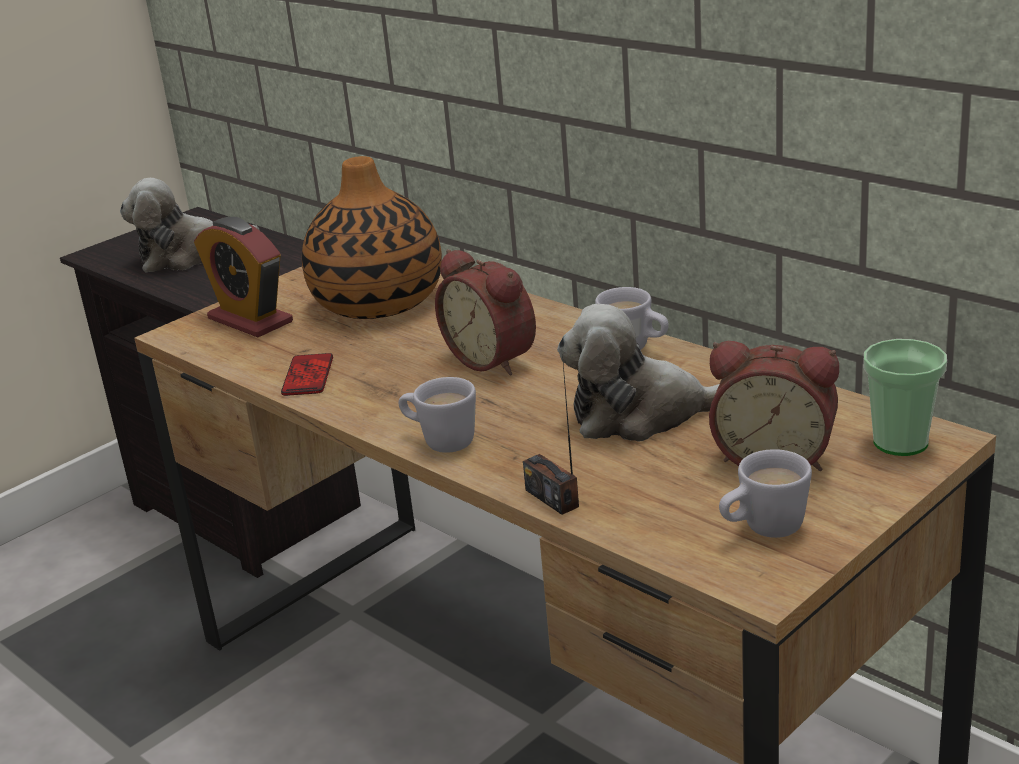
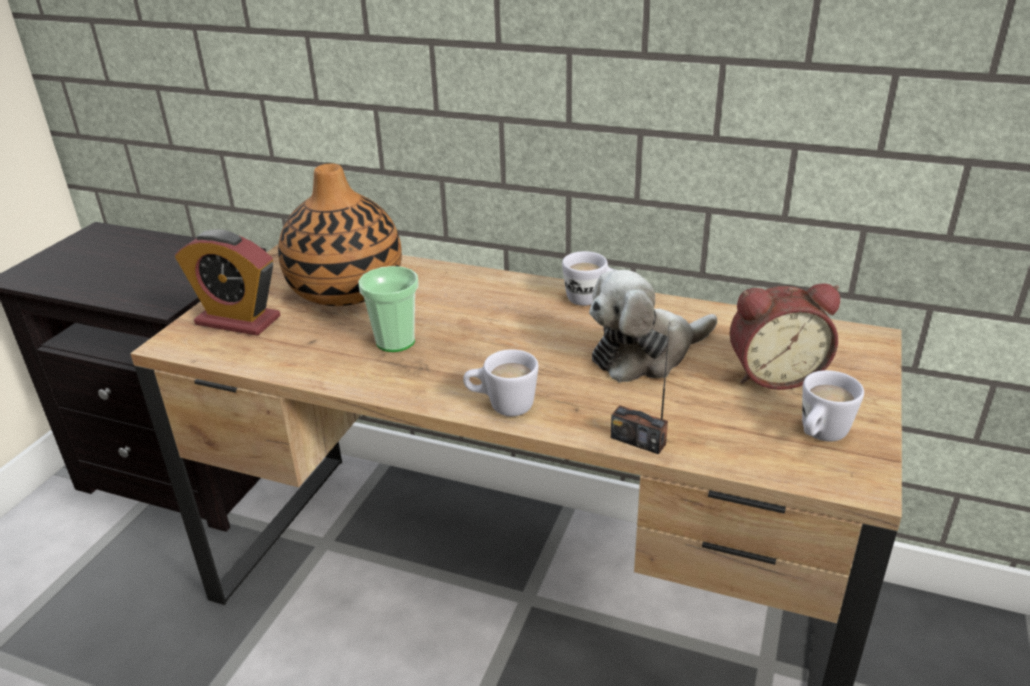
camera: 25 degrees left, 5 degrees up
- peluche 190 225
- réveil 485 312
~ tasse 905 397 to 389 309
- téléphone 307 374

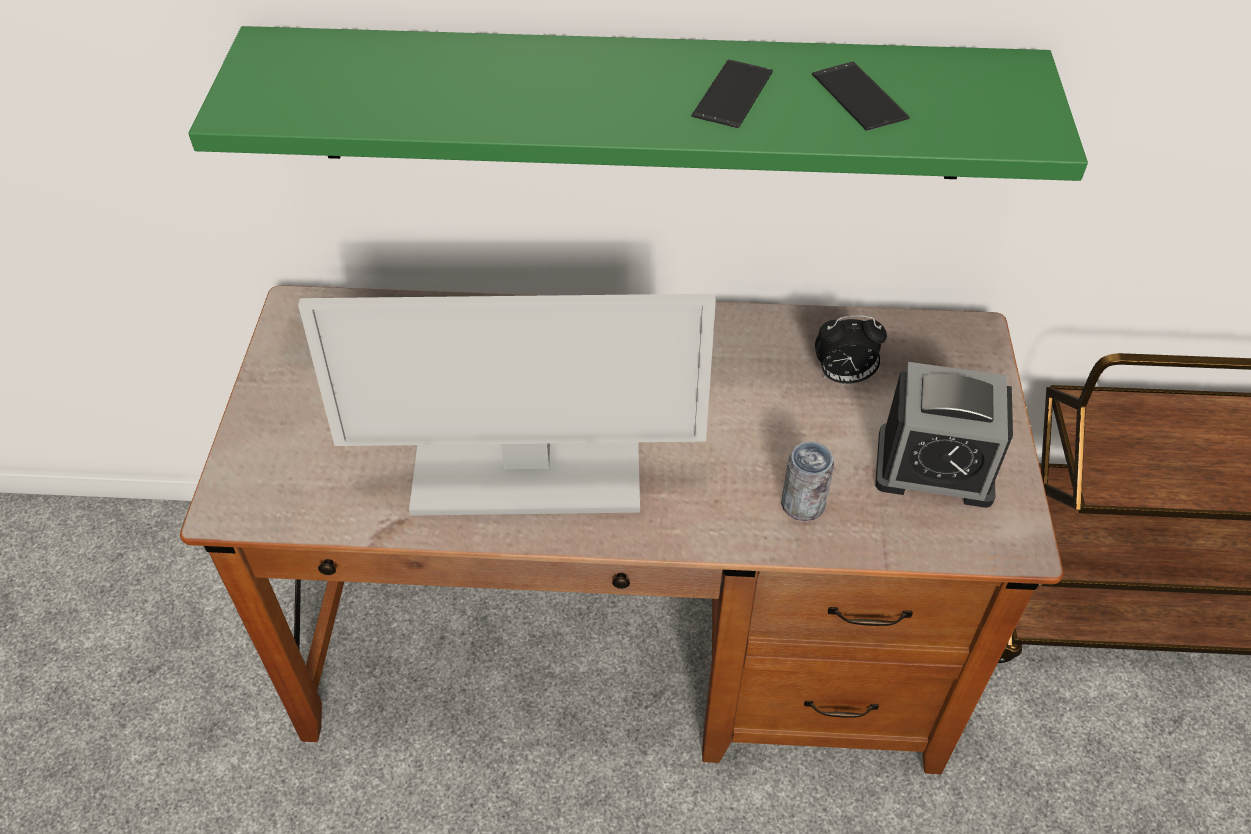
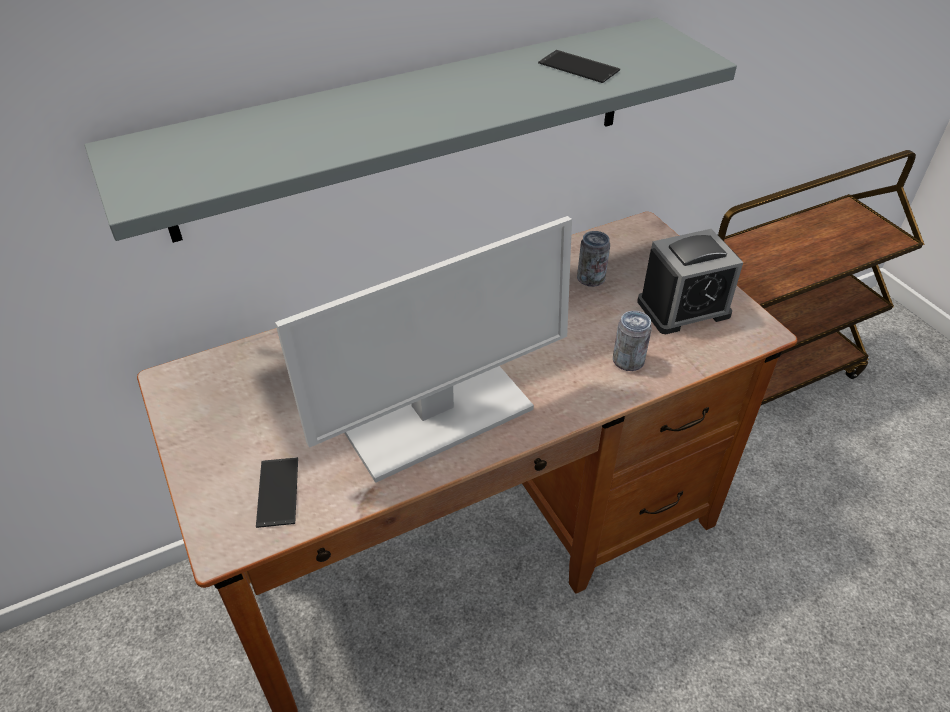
camera: 30 degrees left, 5 degrees down
~ étagère [vert] 638 103 to étagère [gris] 410 130
~ téléphone 732 94 to 277 492
~ réveil 851 349 to boîte métallique 593 259

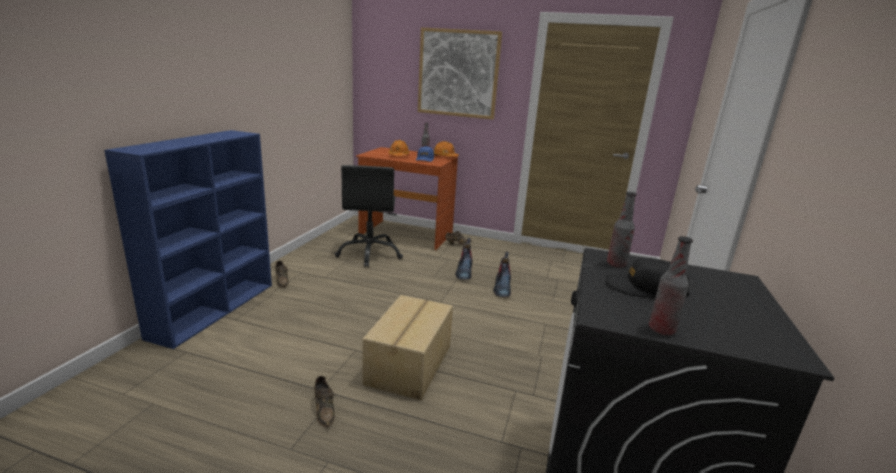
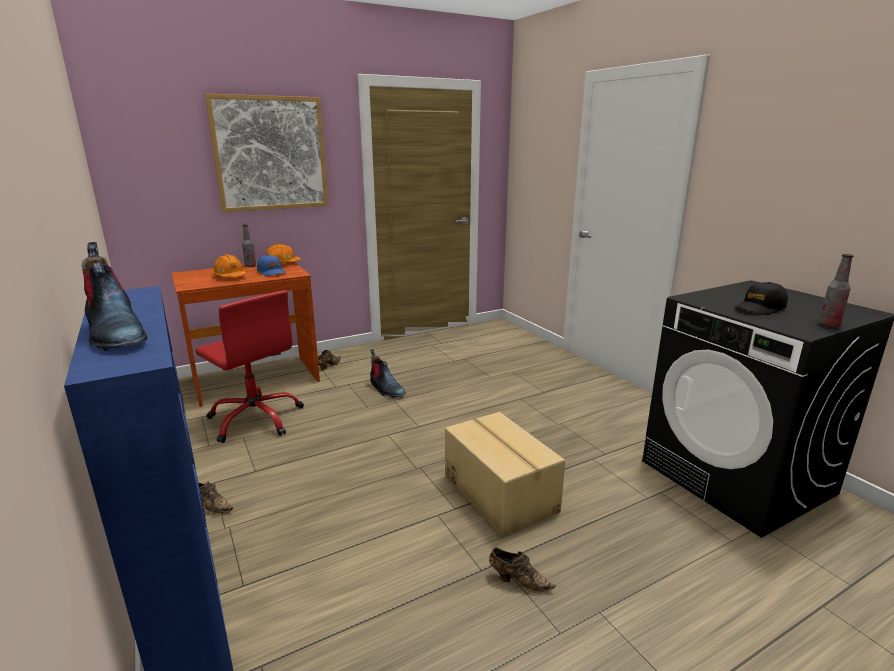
camera: 45 degrees left, 0 degrees up
~ chaise de bureau [noir] 369 216 to chaise de bureau [rouge] 249 366
- bouteille 622 229
~ botte 502 274 to 114 296

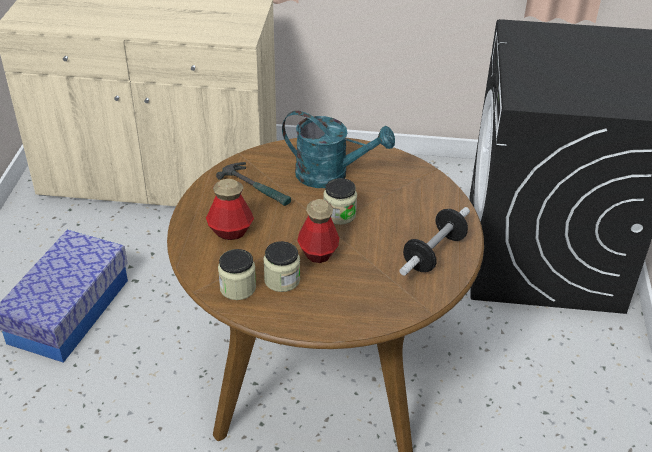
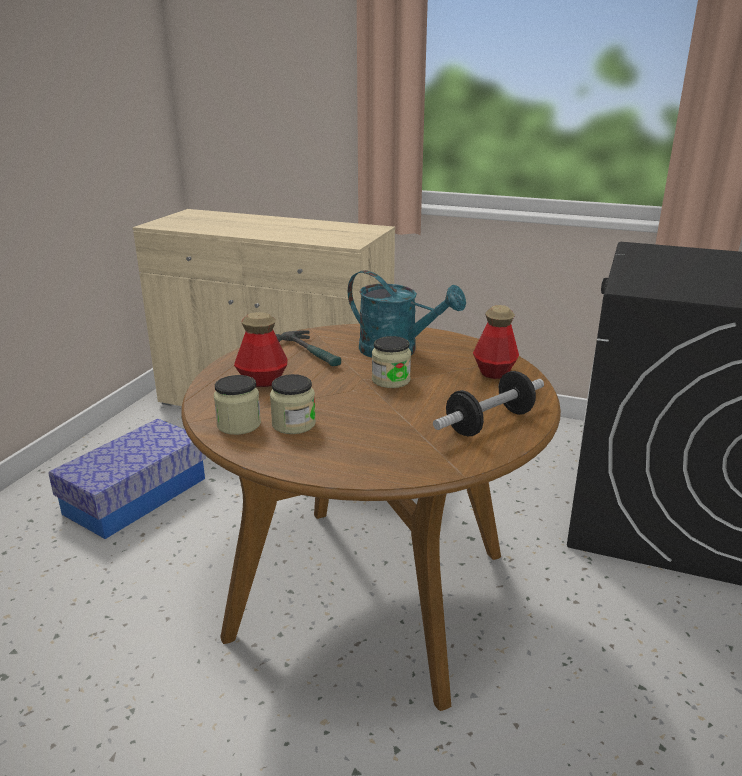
camera: 15 degrees right, 15 degrees down
~ bouteille 318 231 to 496 342

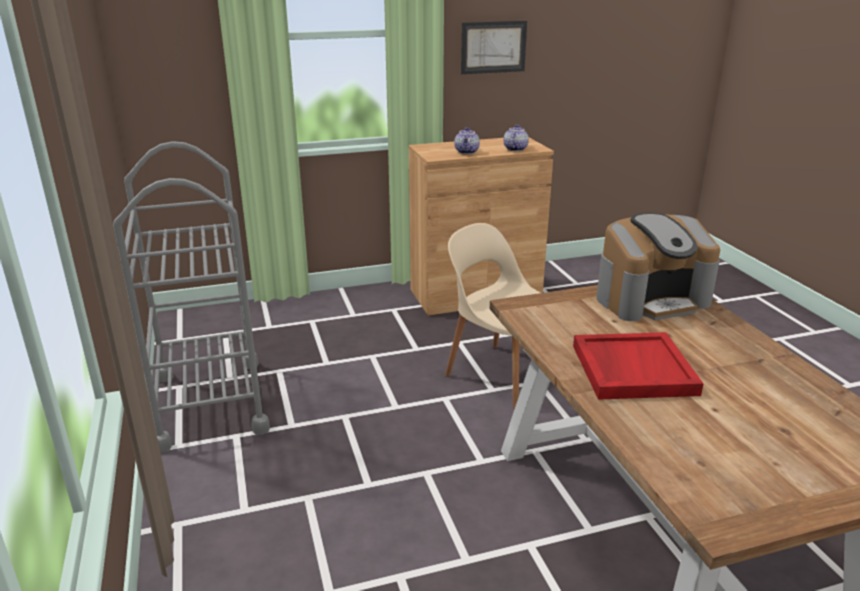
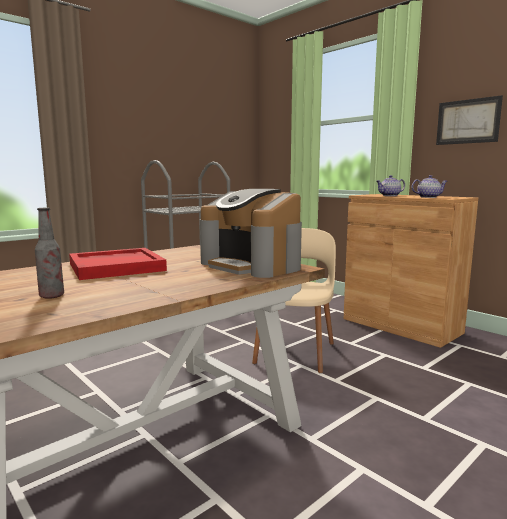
camera: 65 degrees right, 15 degrees down
+ bouteille 49 253

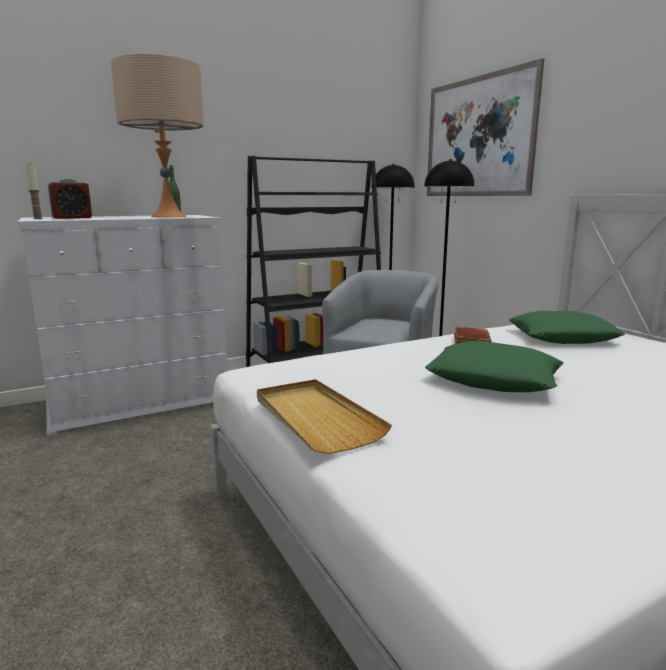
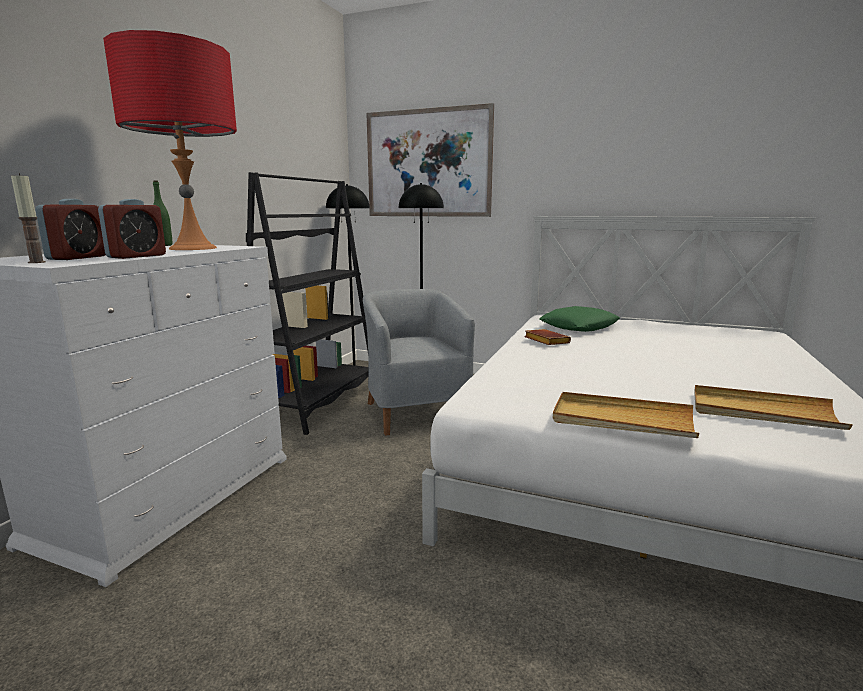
camera: 40 degrees left, 0 degrees up
~ lampe de table [beige] 157 135 to lampe de table [rouge] 170 140
- coussin [vert] 494 366
+ réveil 132 229
+ plateau [beige] 773 407

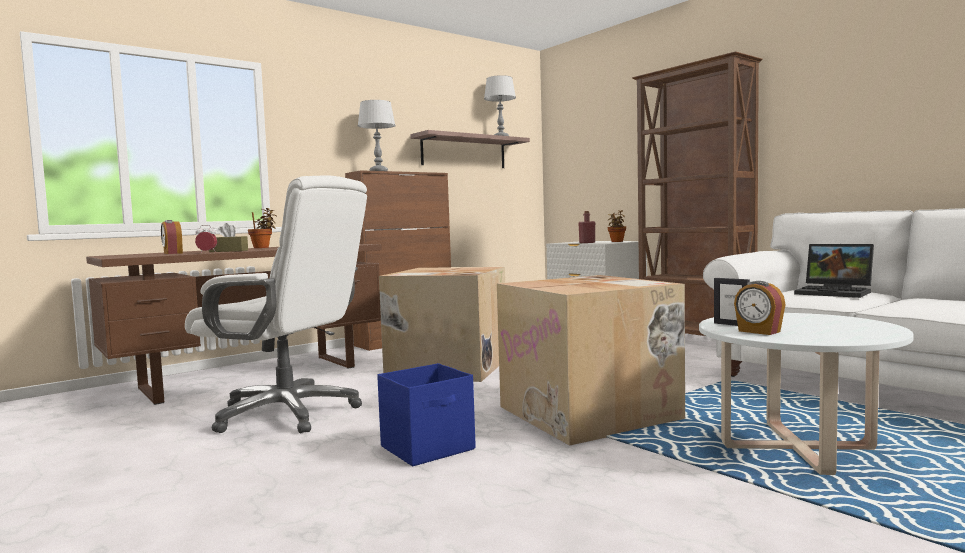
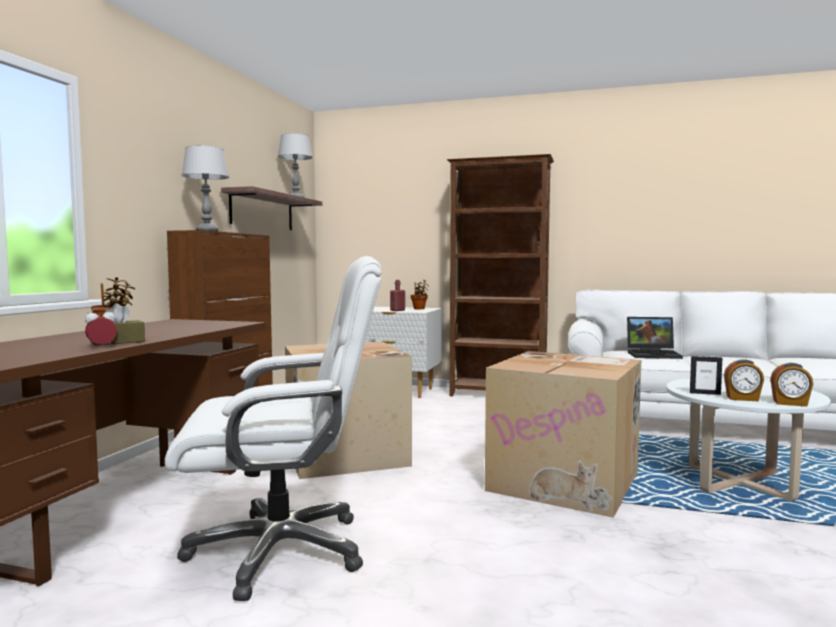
camera: 35 degrees left, 0 degrees up
~ réveil 172 237 to 791 385
- boîte de rangement [bleu] 426 414

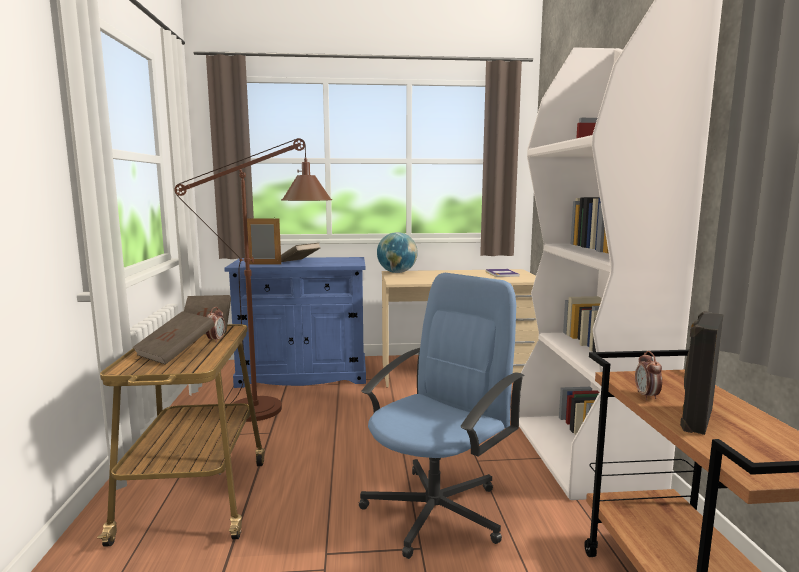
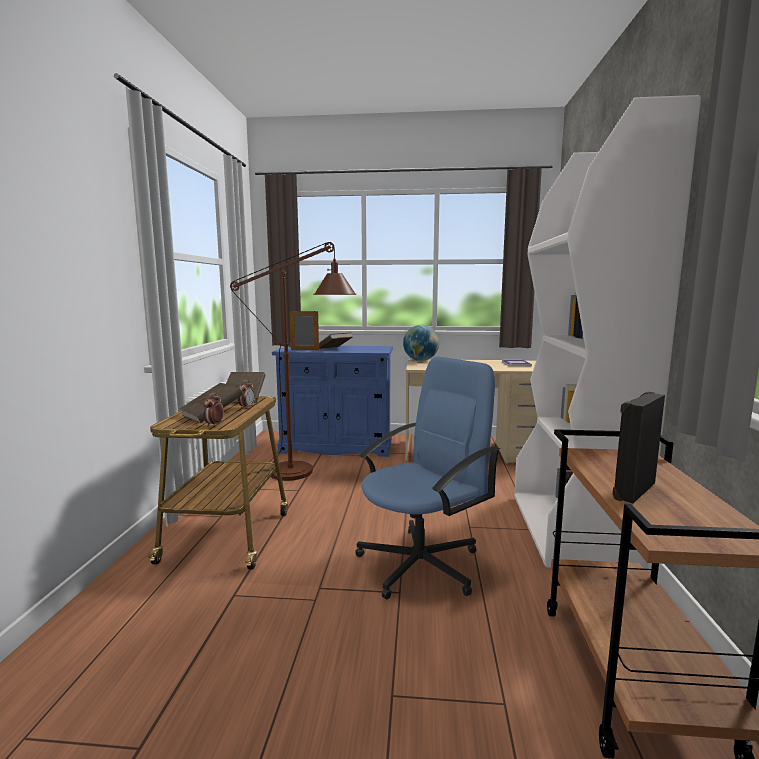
camera: 10 degrees right, 0 degrees up
~ réveil 648 375 to 213 409

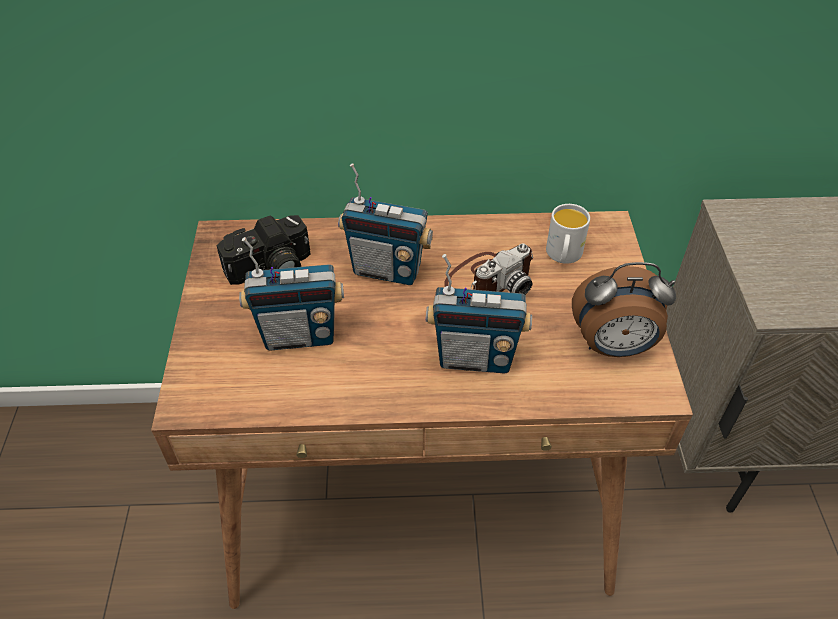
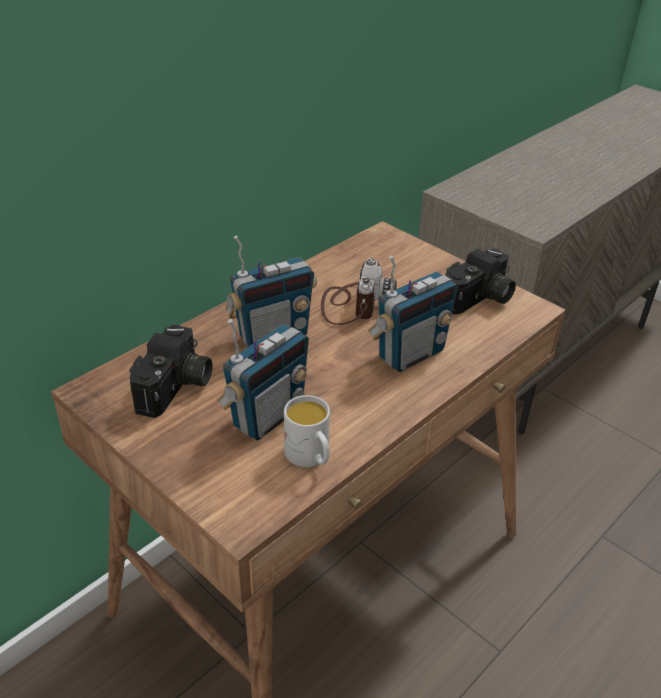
camera: 45 degrees left, 10 degrees down
~ mug [blanc] 568 234 to 307 431
~ réveil 624 309 to appareil photo 480 281

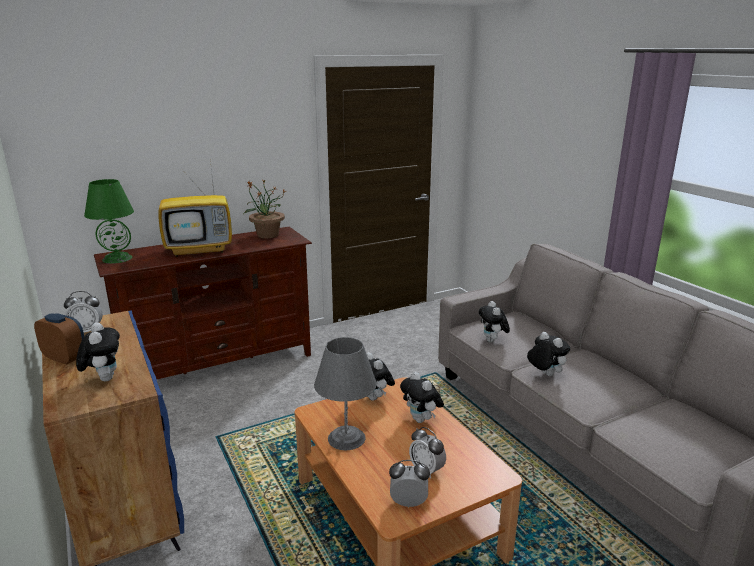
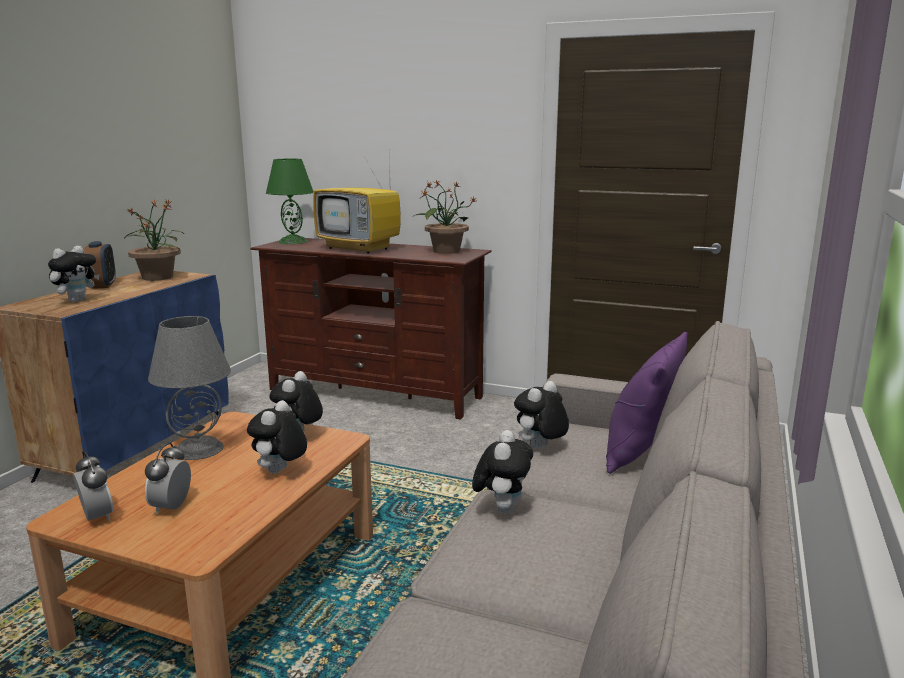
camera: 50 degrees right, 5 degrees down
~ réveil 83 311 to plante en pot 154 240
+ coussin [violet] 647 403

